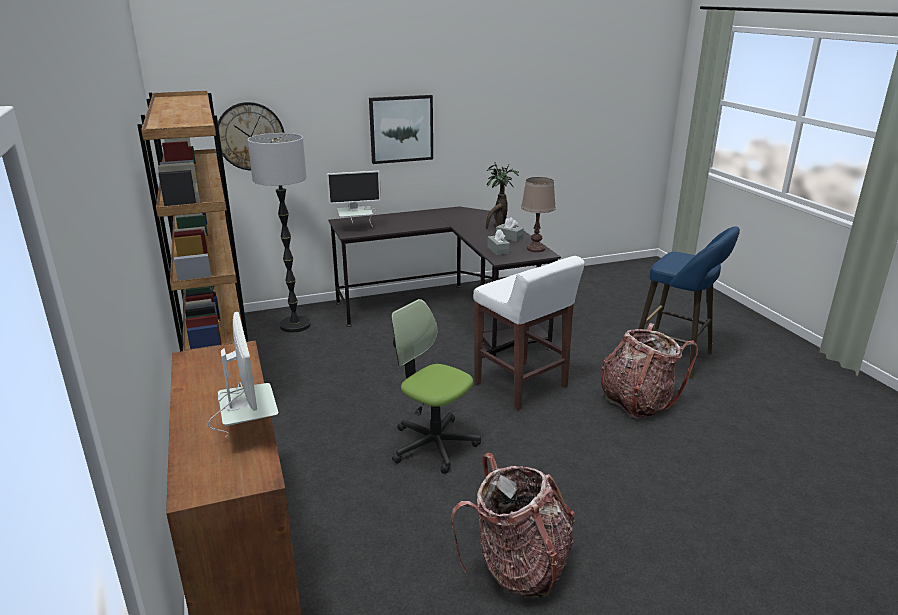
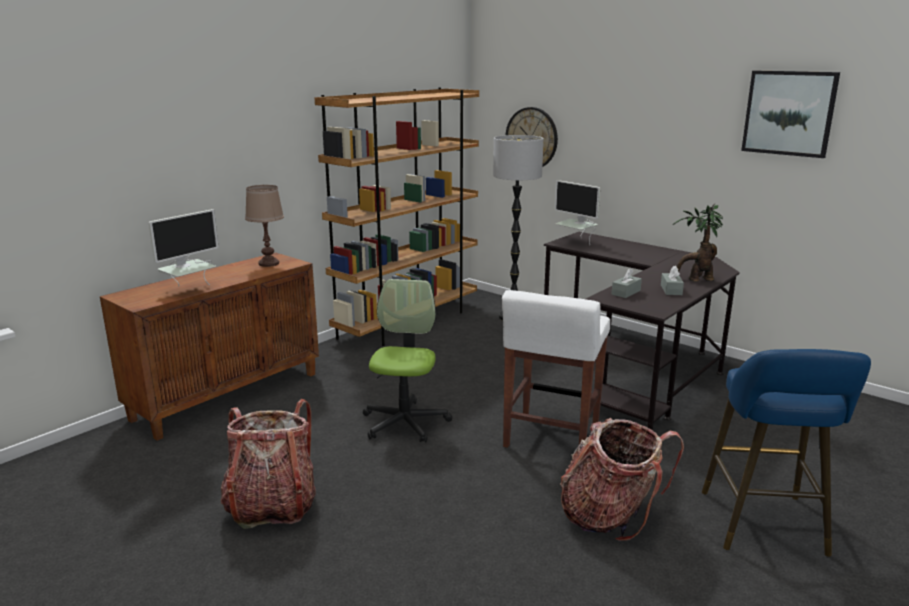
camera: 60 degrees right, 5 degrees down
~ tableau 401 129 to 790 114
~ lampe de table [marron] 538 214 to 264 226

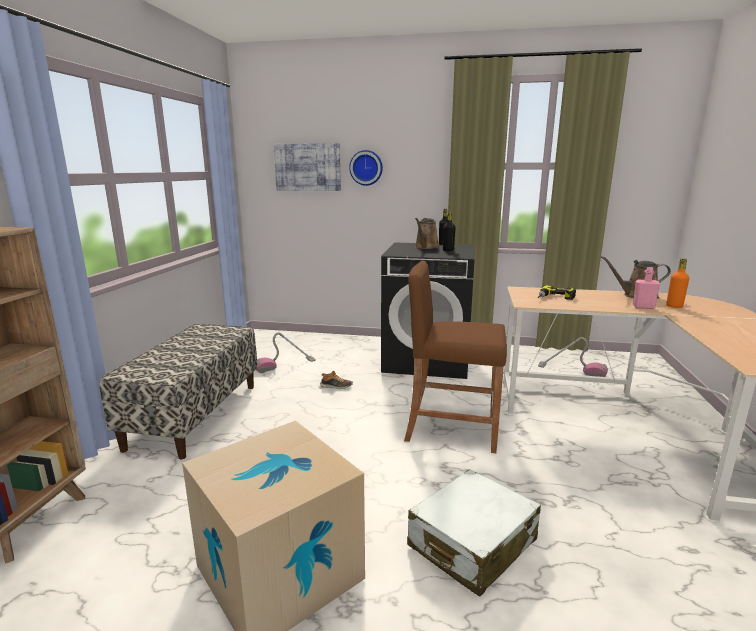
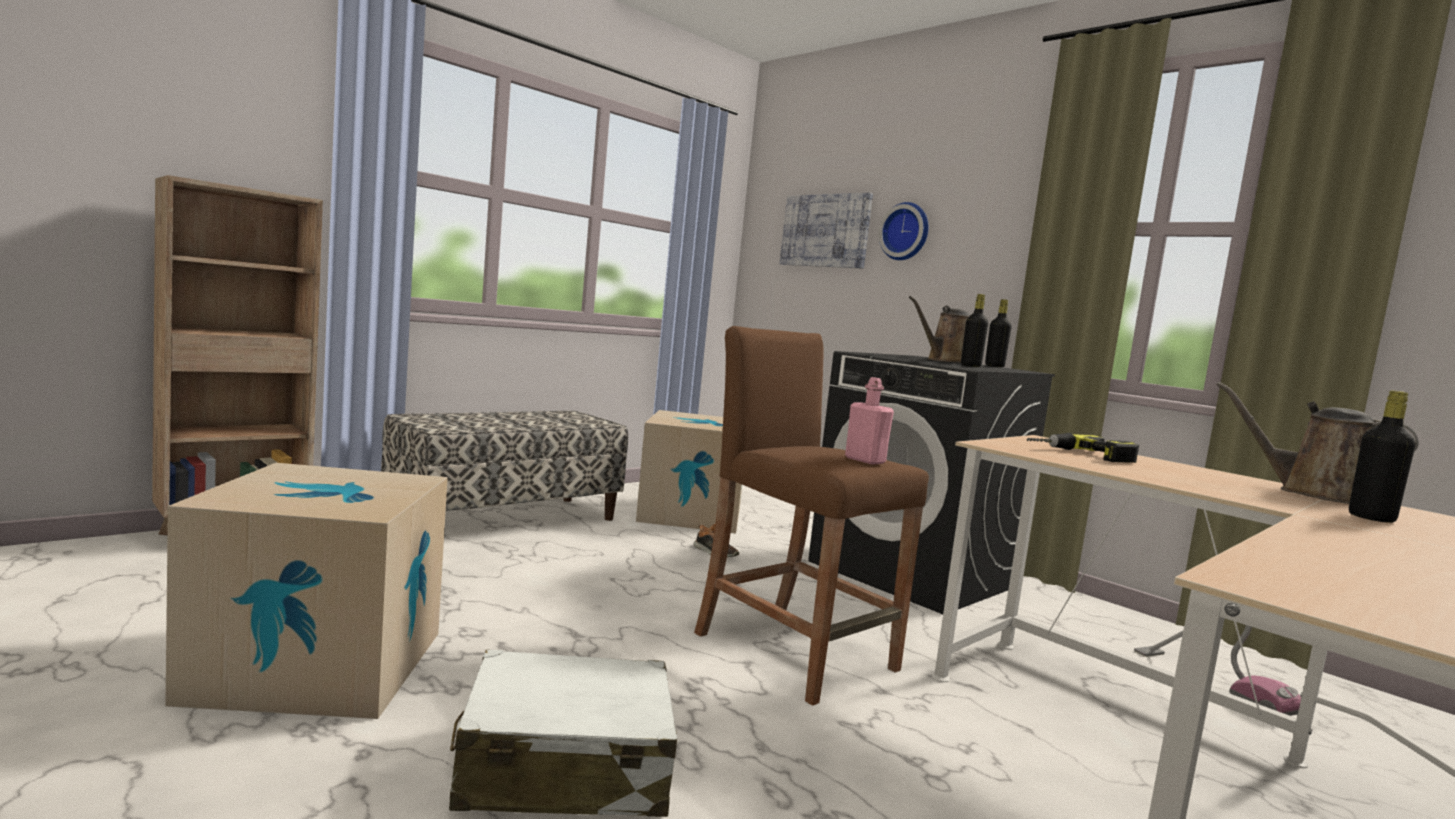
camera: 35 degrees right, 10 degrees down
~ bouteille [orange] 677 283 to bouteille [noir] 1382 457
~ bouteille [rose] 646 288 to 869 421
~ aspirateur 286 352 to carton 689 471

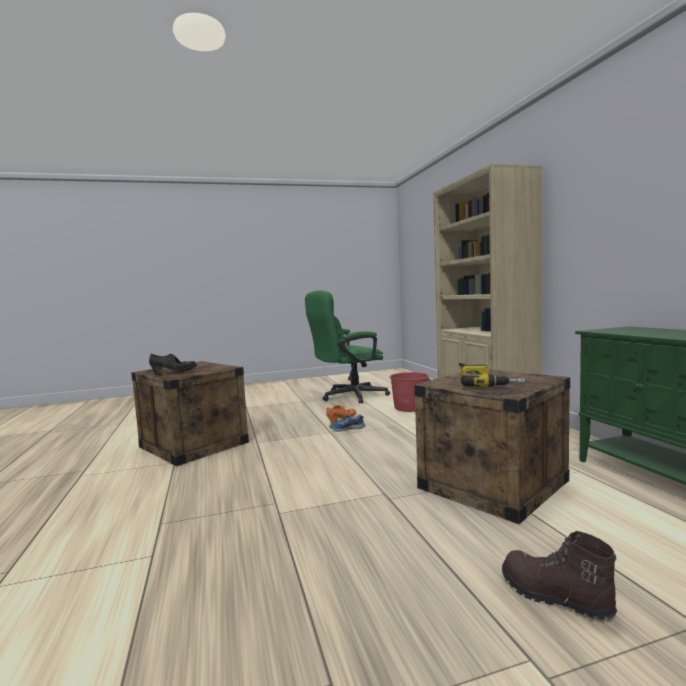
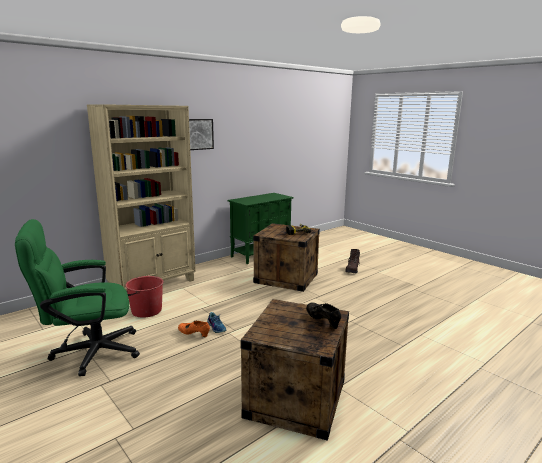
camera: 115 degrees left, 10 degrees up
~ chaise de bureau [vert] 347 346 = 77 297 120 degrees clockwise
+ tableau 201 134

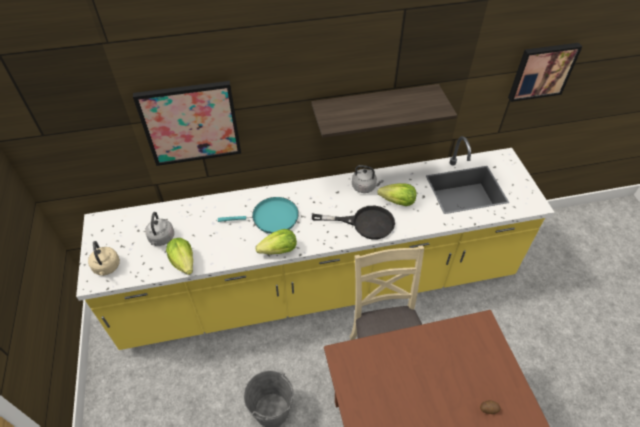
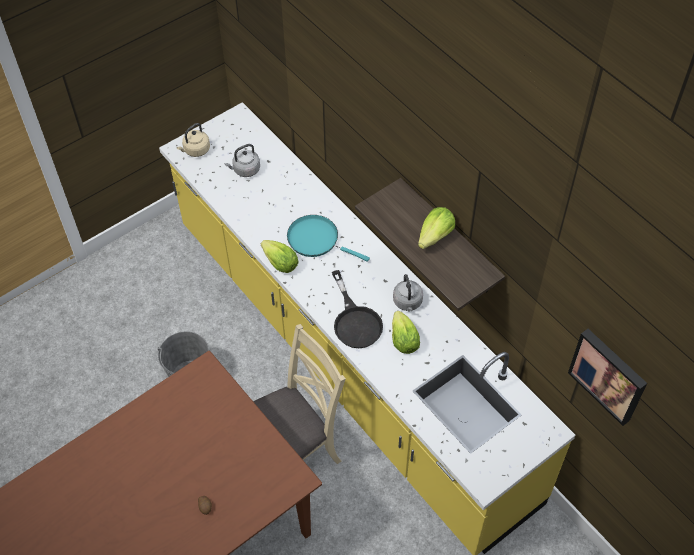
camera: 65 degrees right, 5 degrees up
- tableau 187 123
~ poêle [turquoise] 258 215 = 328 238 150 degrees clockwise
~ laitue 179 256 to 436 228

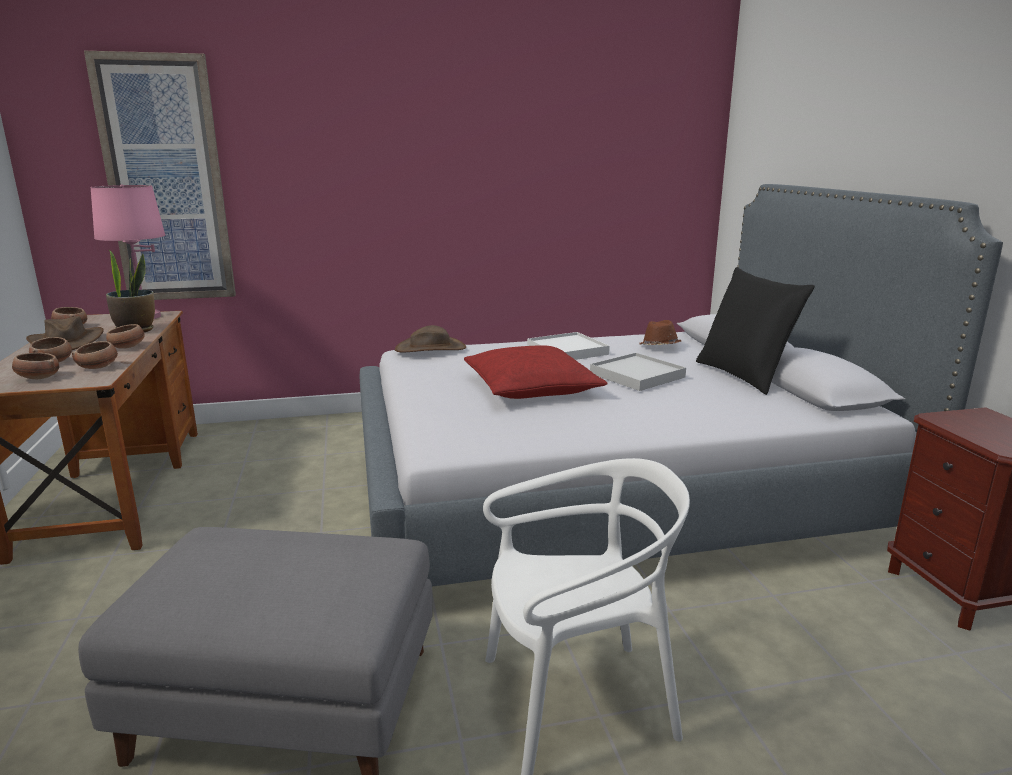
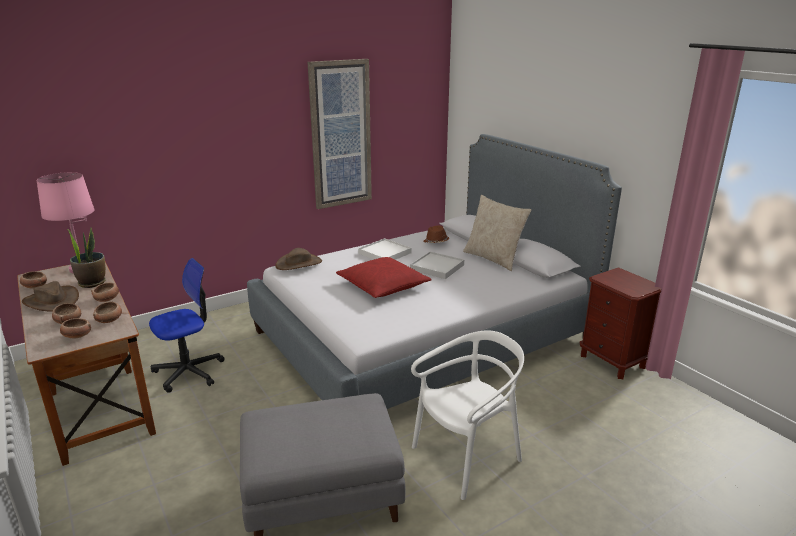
camera: 20 degrees left, 5 degrees up
~ tableau 160 175 to 340 134
~ coussin [noir] 755 331 to coussin [beige] 497 233
+ chaise de bureau 187 325

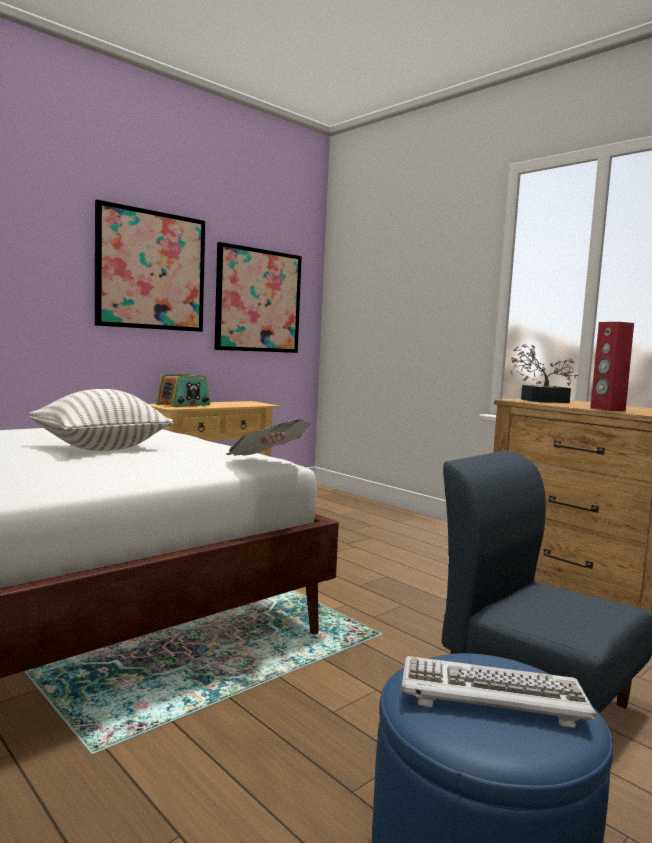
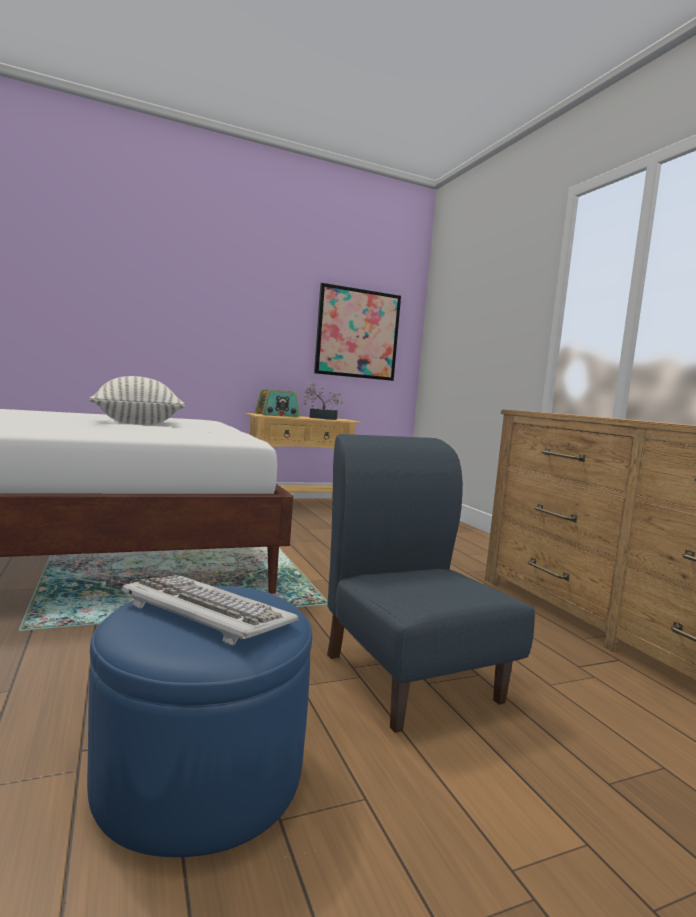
camera: 20 degrees right, 0 degrees up
- tableau 150 265
- enceinte [rouge] 612 366
~ plante en pot 544 373 to 323 401
- journal 268 437

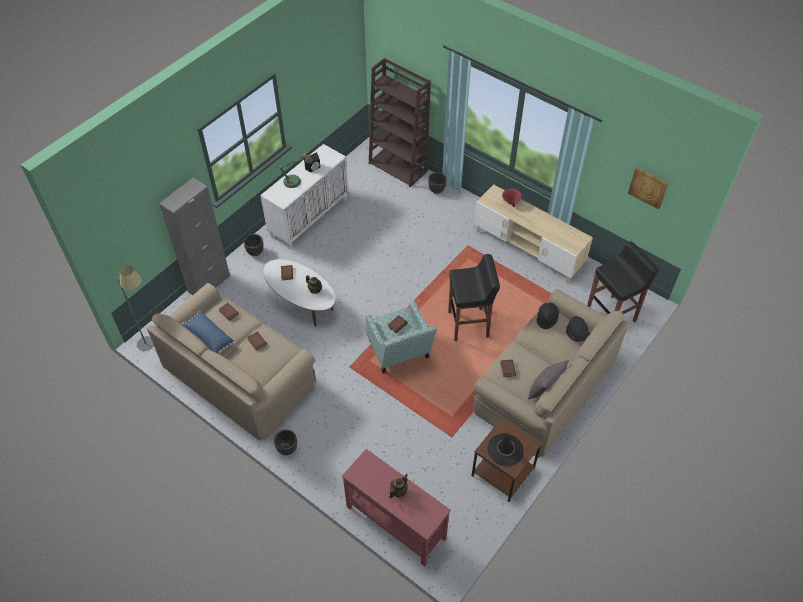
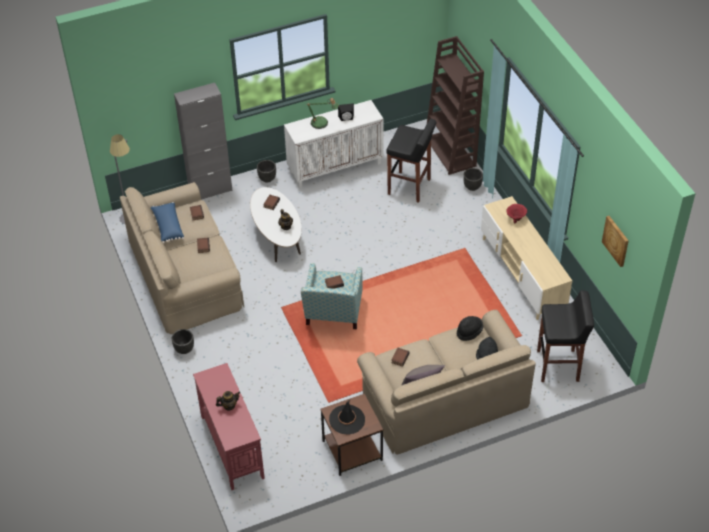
camera: 30 degrees right, 5 degrees down
~ tabouret [noir] 474 297 to 411 161

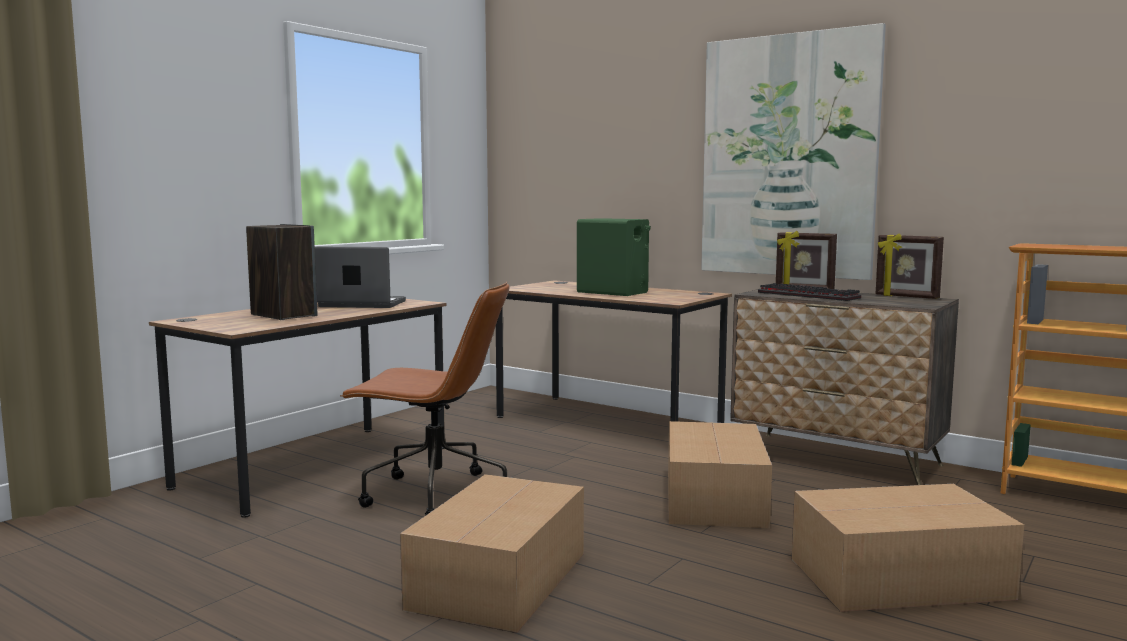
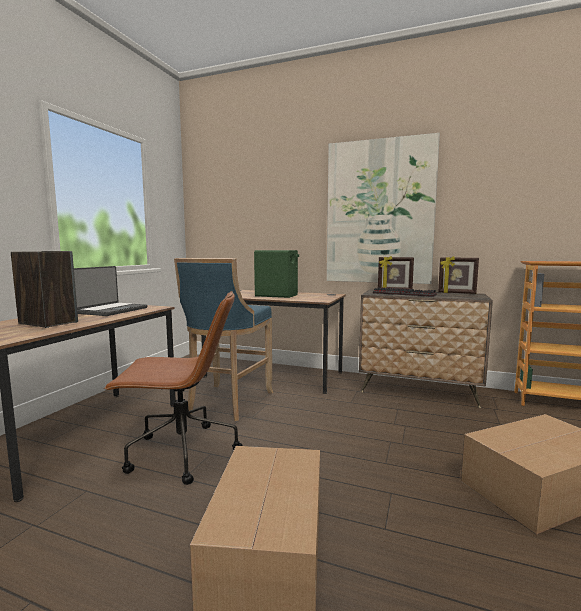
camera: 15 degrees left, 0 degrees up
~ ordinateur portable 360 277 = 111 291 120 degrees clockwise
- carton 720 474
+ tabouret [bleu] 223 339

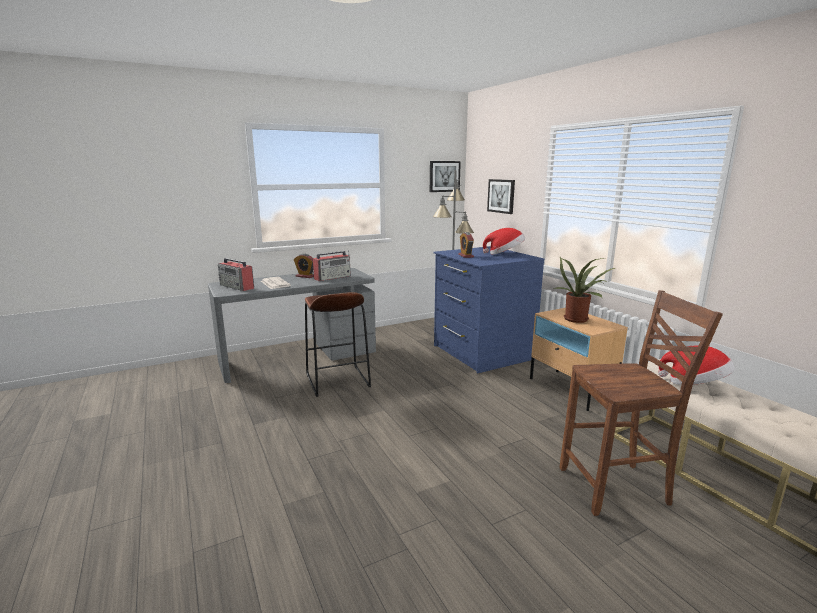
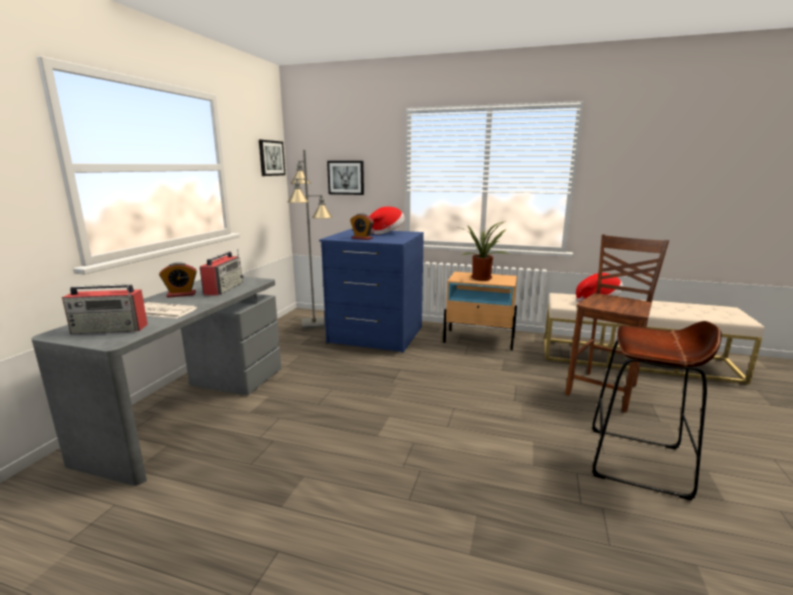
camera: 45 degrees left, 0 degrees up
~ tabouret [marron] 338 344 to 657 410

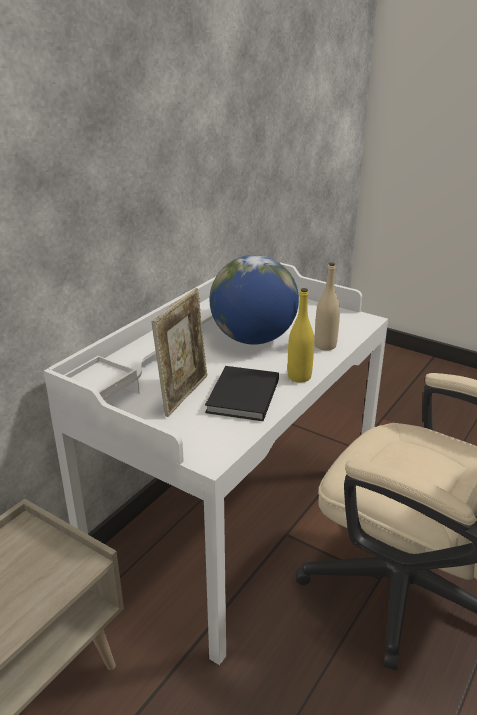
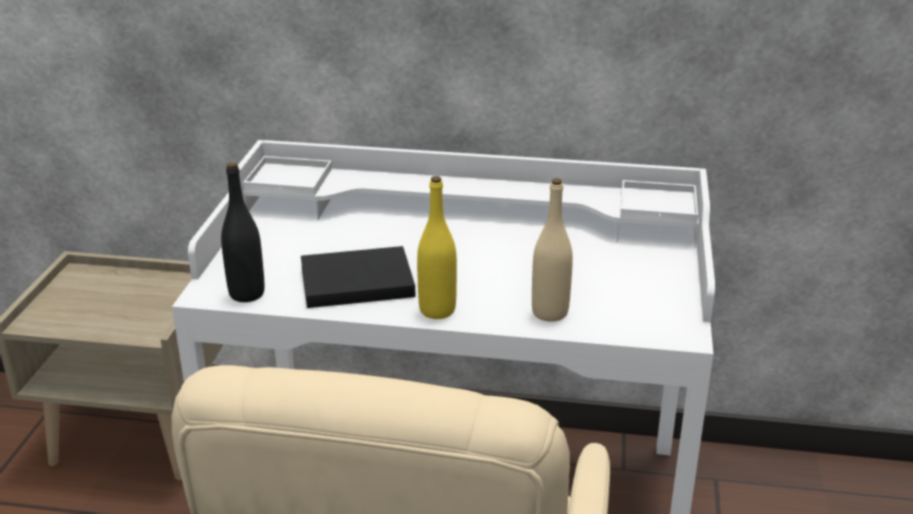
camera: 65 degrees right, 0 degrees up
- globe 254 300
- cadre photo 179 352
+ bouteille [noir] 242 232

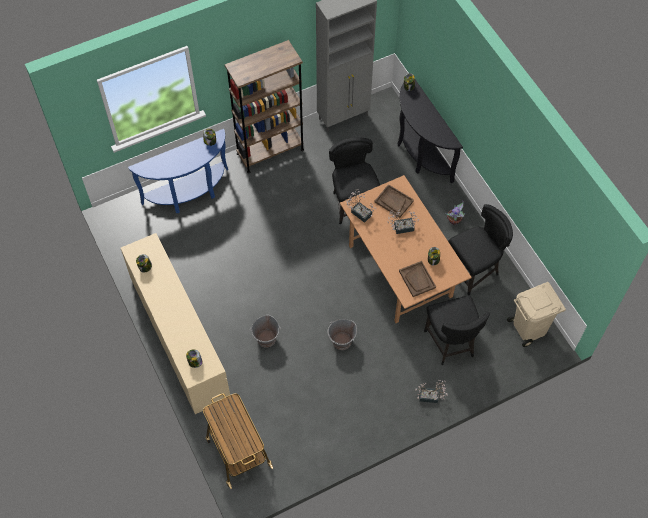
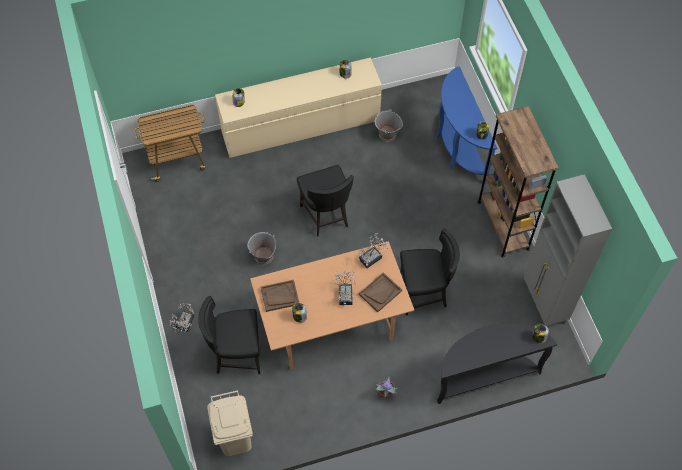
camera: 100 degrees right, 0 degrees up
~ chaise [noir] 480 249 to 325 200
~ seau [gris] 265 331 to 389 125

